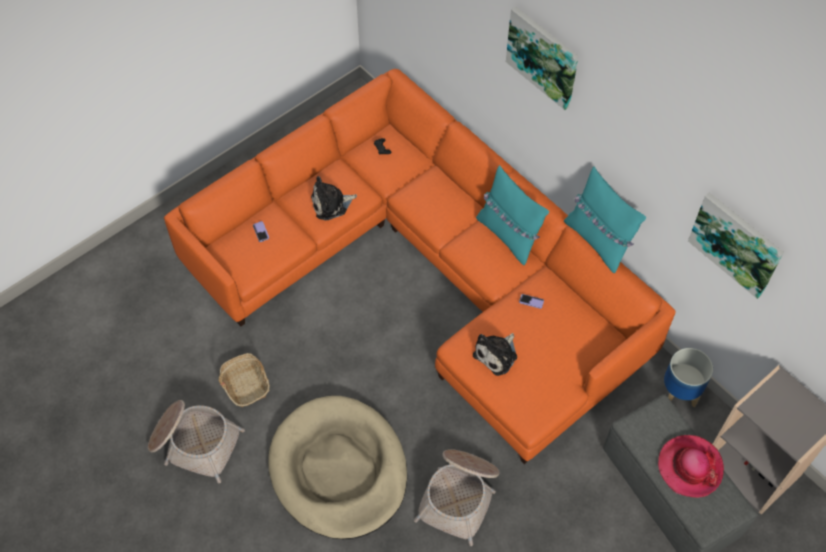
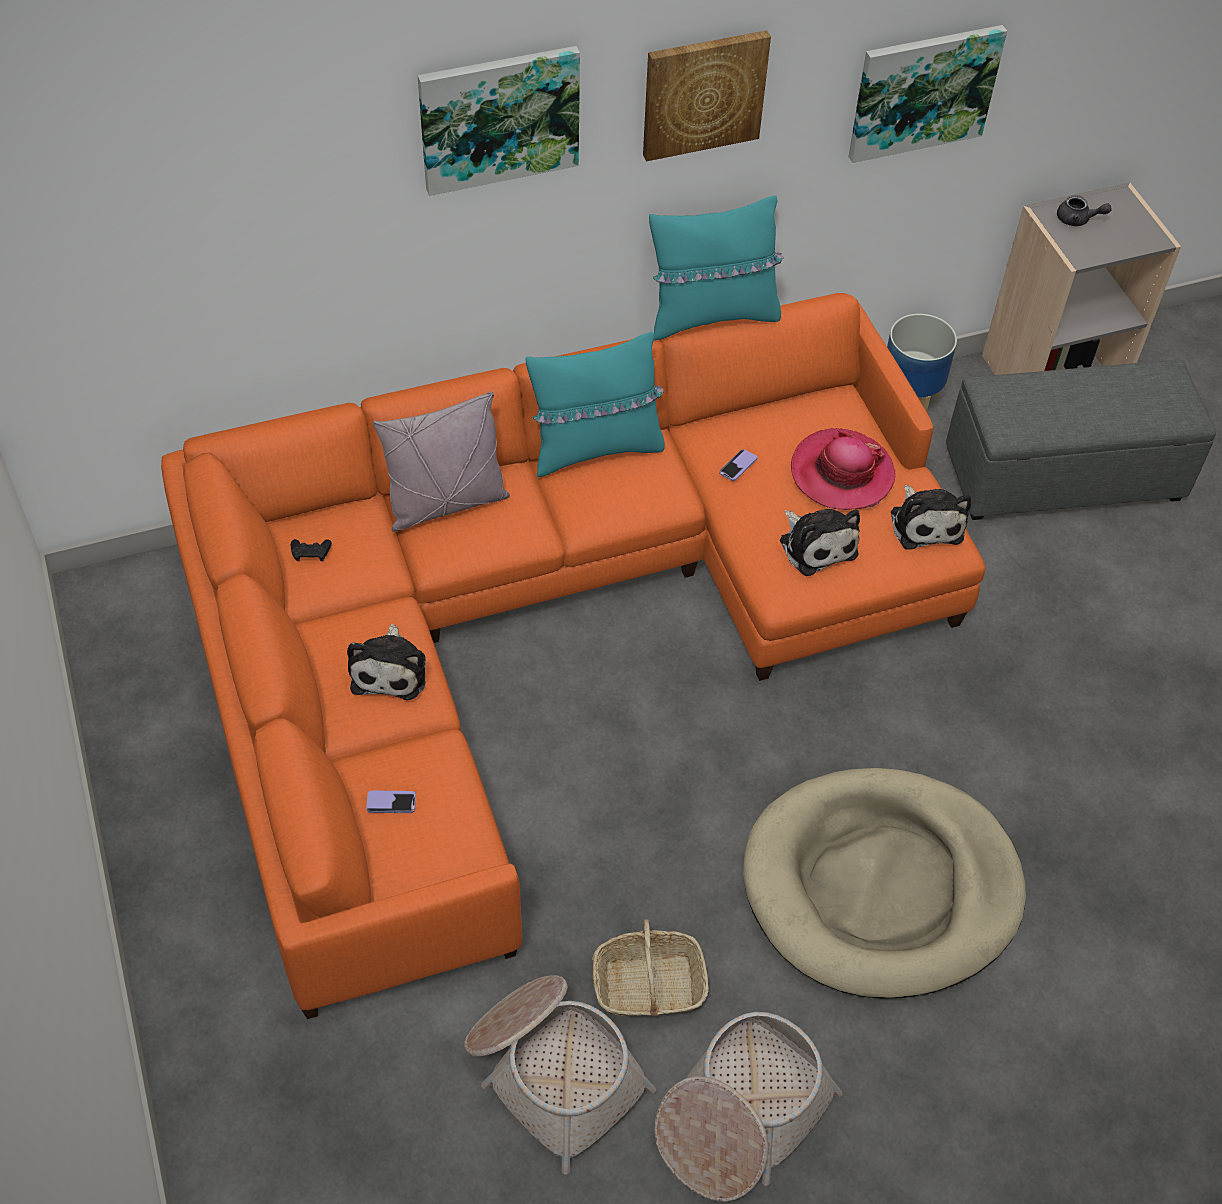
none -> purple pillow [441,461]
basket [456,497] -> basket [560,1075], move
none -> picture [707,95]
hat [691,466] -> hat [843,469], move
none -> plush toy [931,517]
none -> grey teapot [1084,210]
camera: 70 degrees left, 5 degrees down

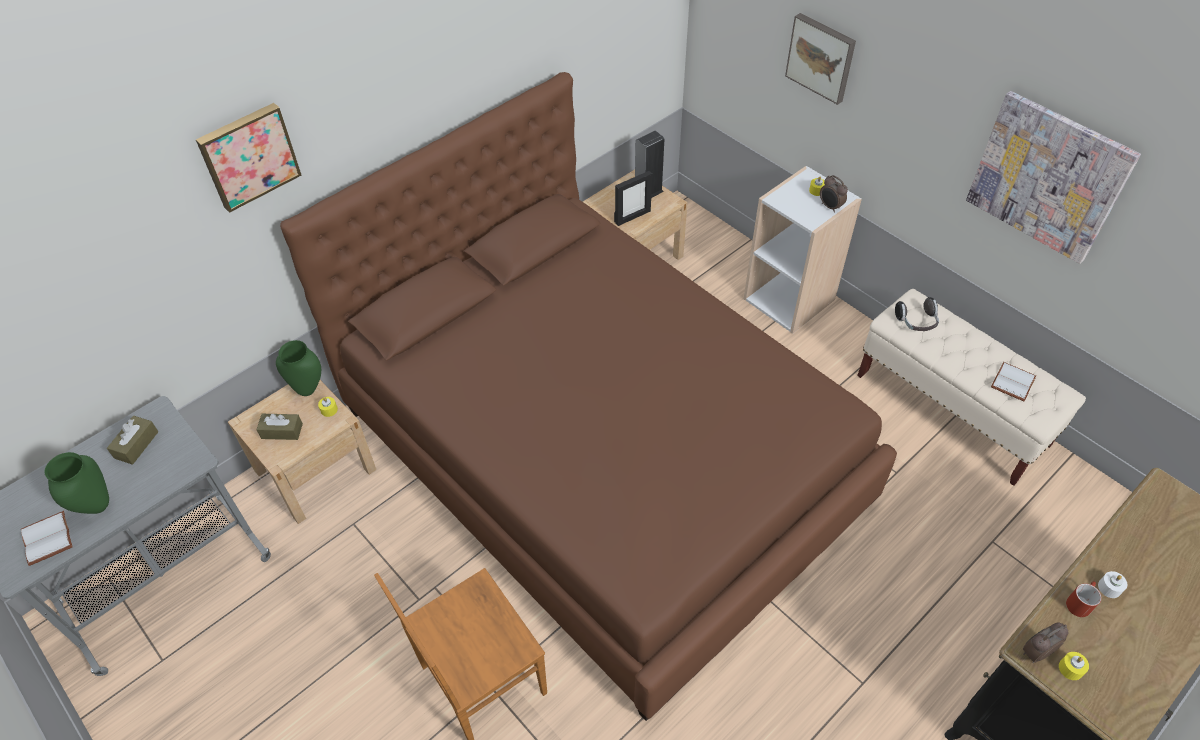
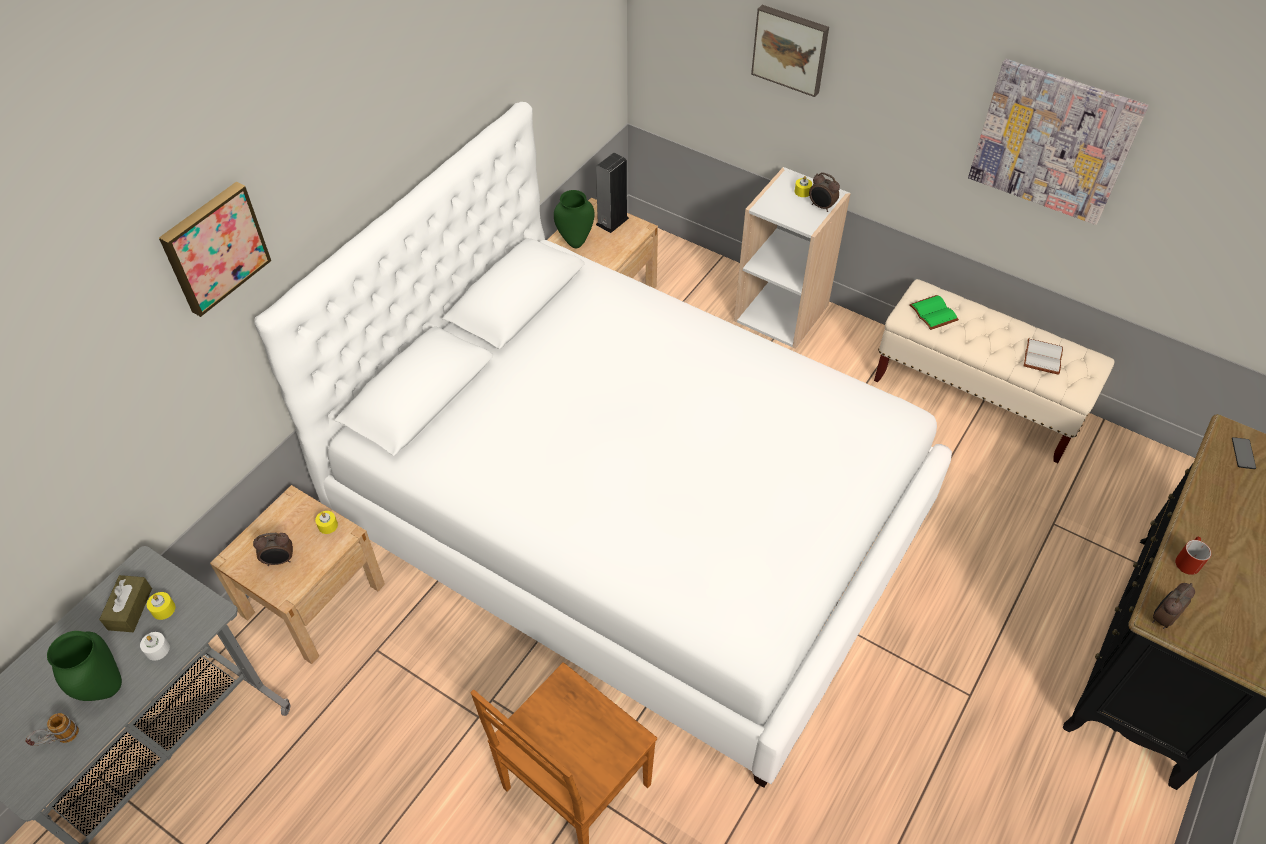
white book [47,538] -> mug [52,729]
white candle [1112,584] -> white candle [155,646], move
yellow candle [1074,666] -> yellow candle [161,606], move
brown tissue box [279,427] -> alarm clock [273,549]
brown bed [588,396] -> white bed [603,445]
green vase [298,368] -> green vase [574,219], move
headphones [917,314] -> green book [934,312]
none -> phone [1244,453]
picture frame [633,198] -> none
camera: 15 degrees left, 0 degrees up

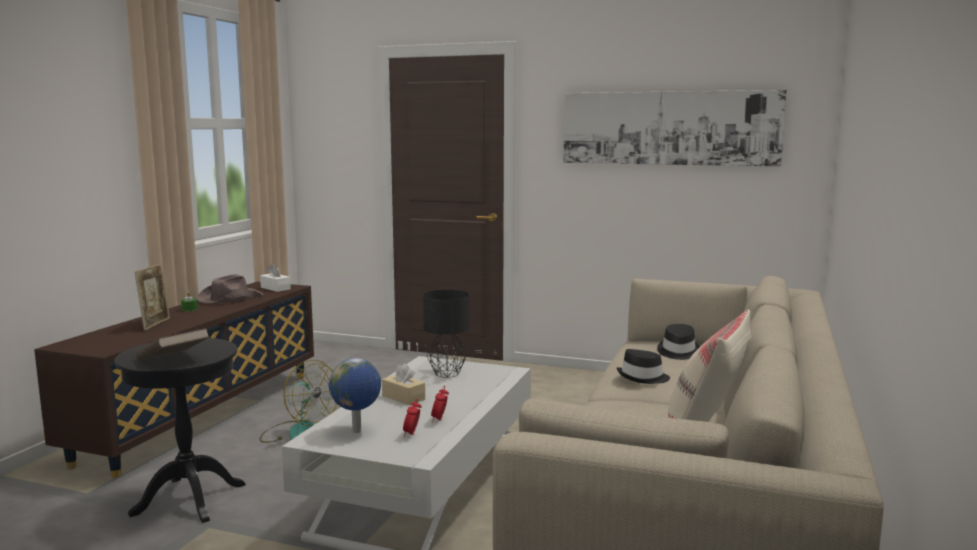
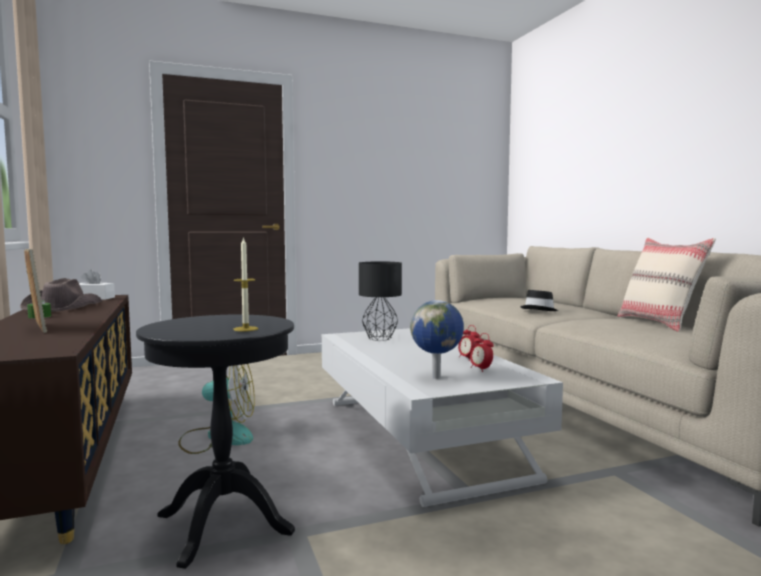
brown book [173,344] -> candle [245,284]
beige tissue box [403,384] -> none
picture [675,128] -> none
black hat [678,342] -> none
camera: 40 degrees left, 5 degrees down

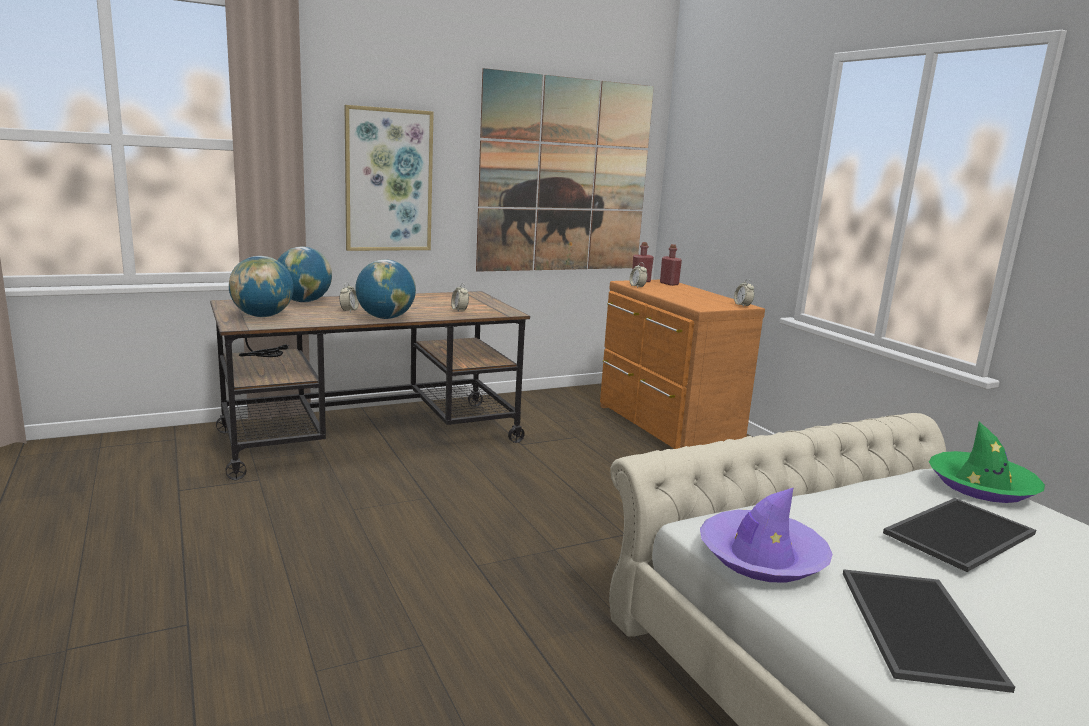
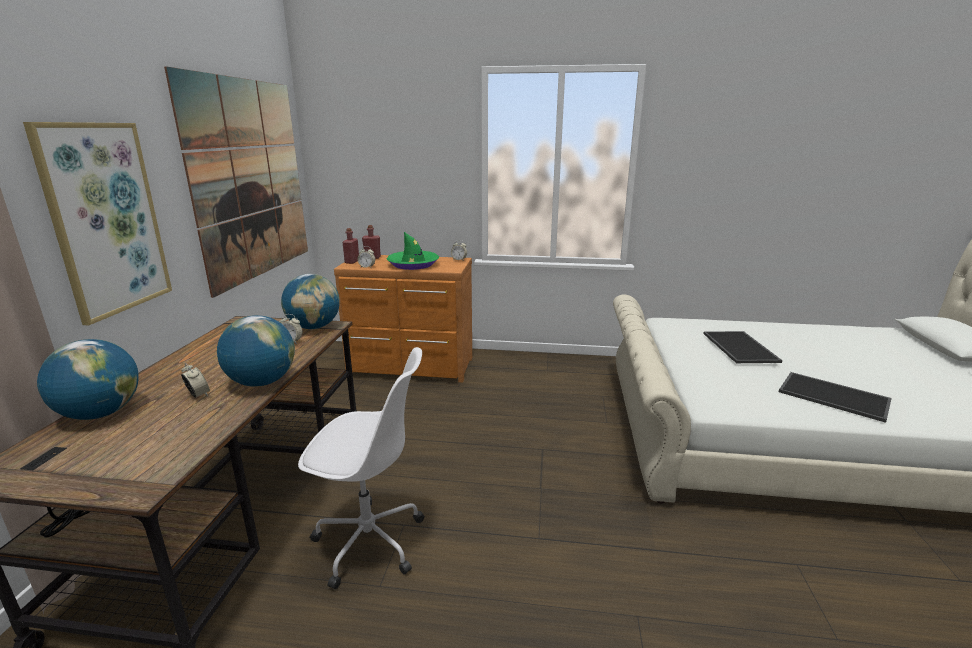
globe [261,286] -> globe [310,301], move
none -> white office chair [361,468]
green hat [987,462] -> green hat [413,251], move
purple hat [766,535] -> none
camera: 55 degrees left, 5 degrees up

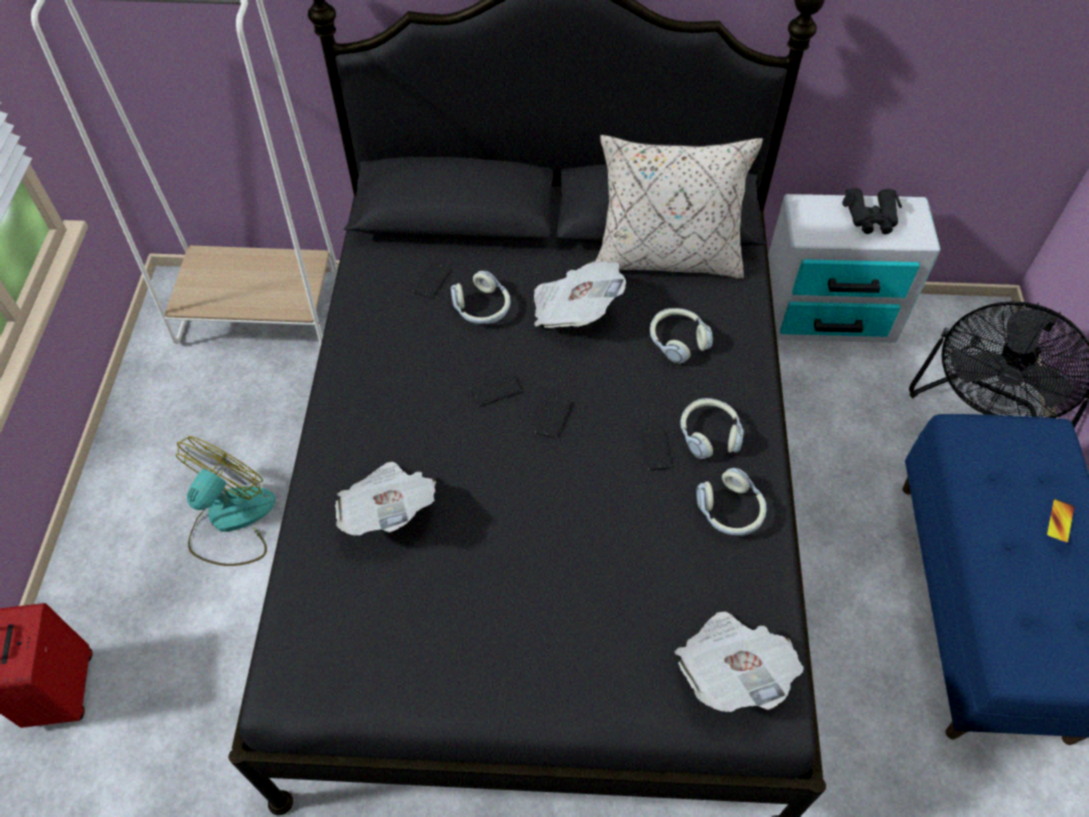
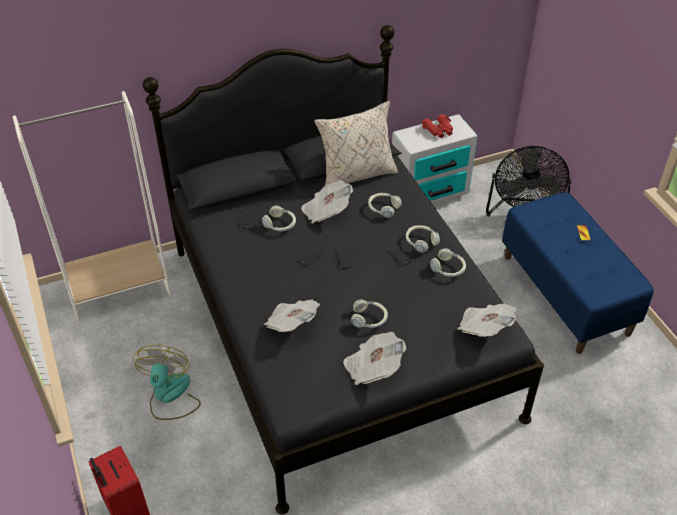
none -> newspaper [374,358]
none -> headphones [369,313]
black binoculars [872,211] -> red binoculars [437,126]
camera: 25 degrees left, 10 degrees down

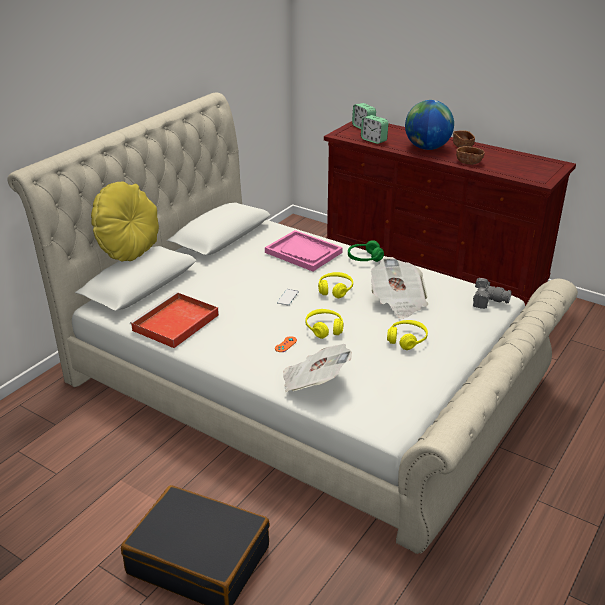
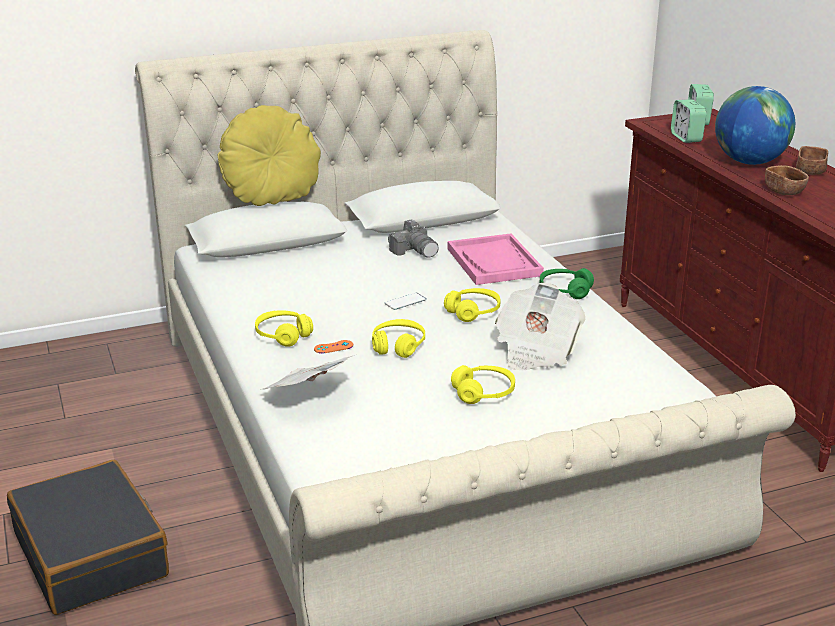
none -> yellow headphones [284,328]
photo camera [492,293] -> photo camera [413,239], move
red tray [174,320] -> none
camera: 35 degrees right, 5 degrees down

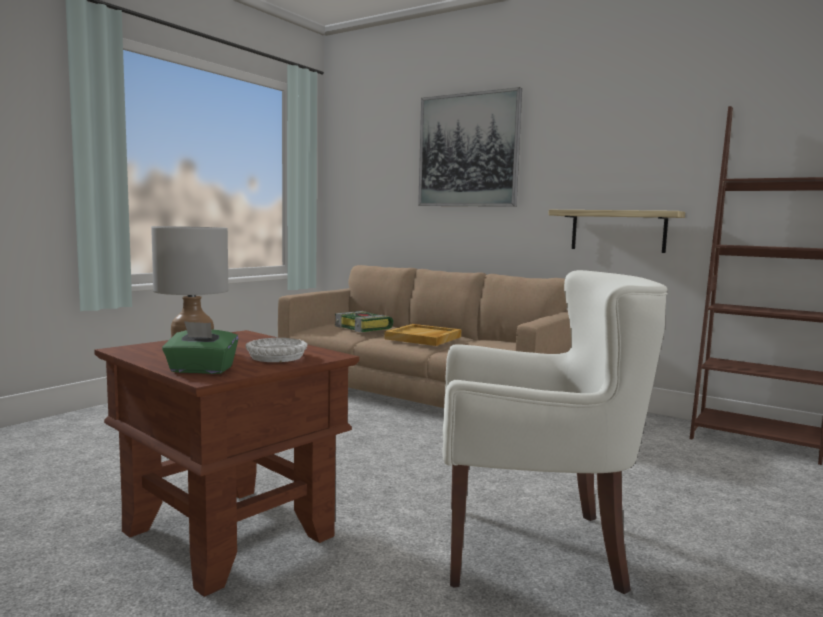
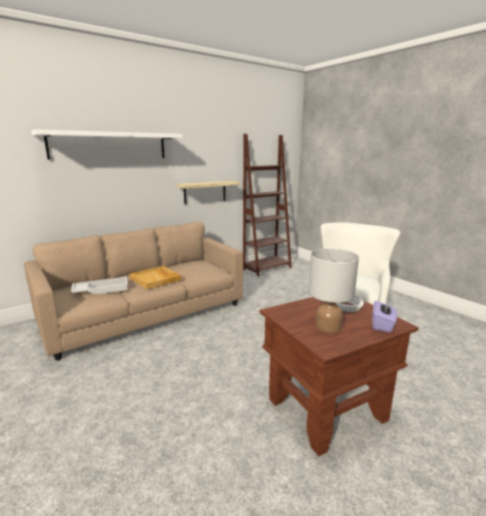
picture [470,147] -> white shelf [106,144]
book [364,322] -> white tray [99,286]
green tissue box [200,347] -> purple tissue box [384,316]
camera: 70 degrees left, 10 degrees up

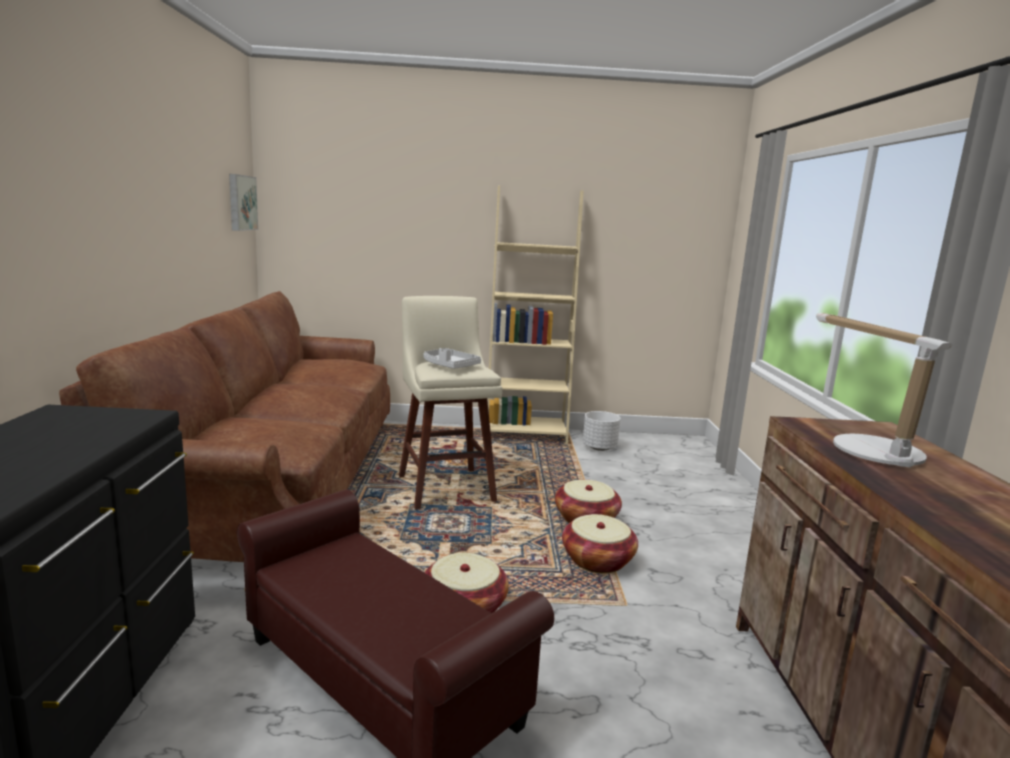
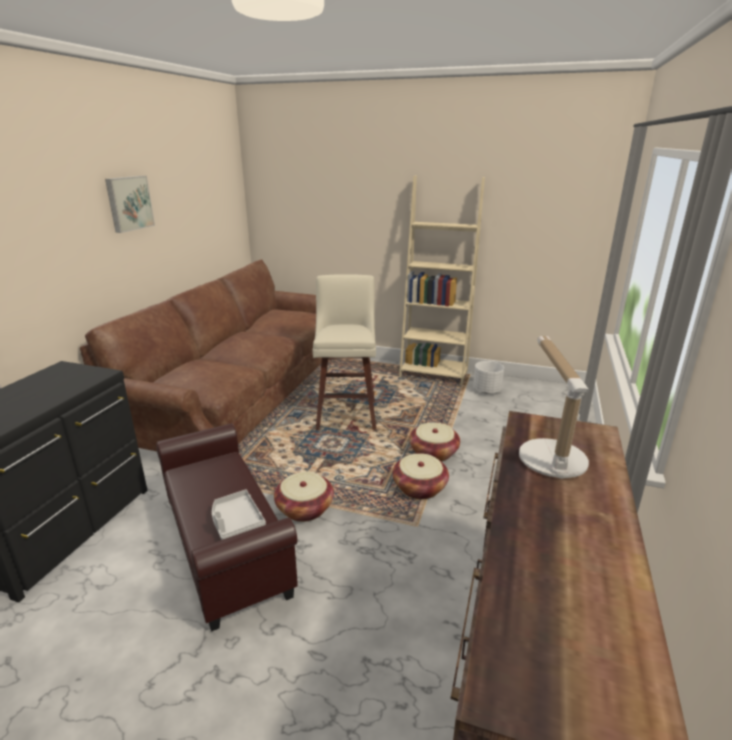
picture [243,202] -> picture [130,204], move
grey tray [452,358] -> grey tray [239,515], move
camera: 20 degrees right, 10 degrees up

